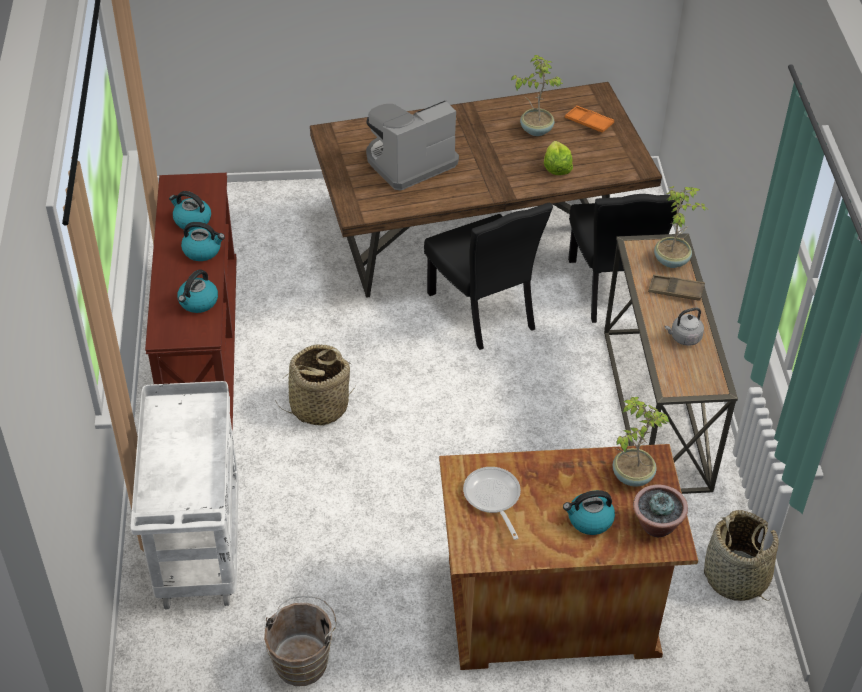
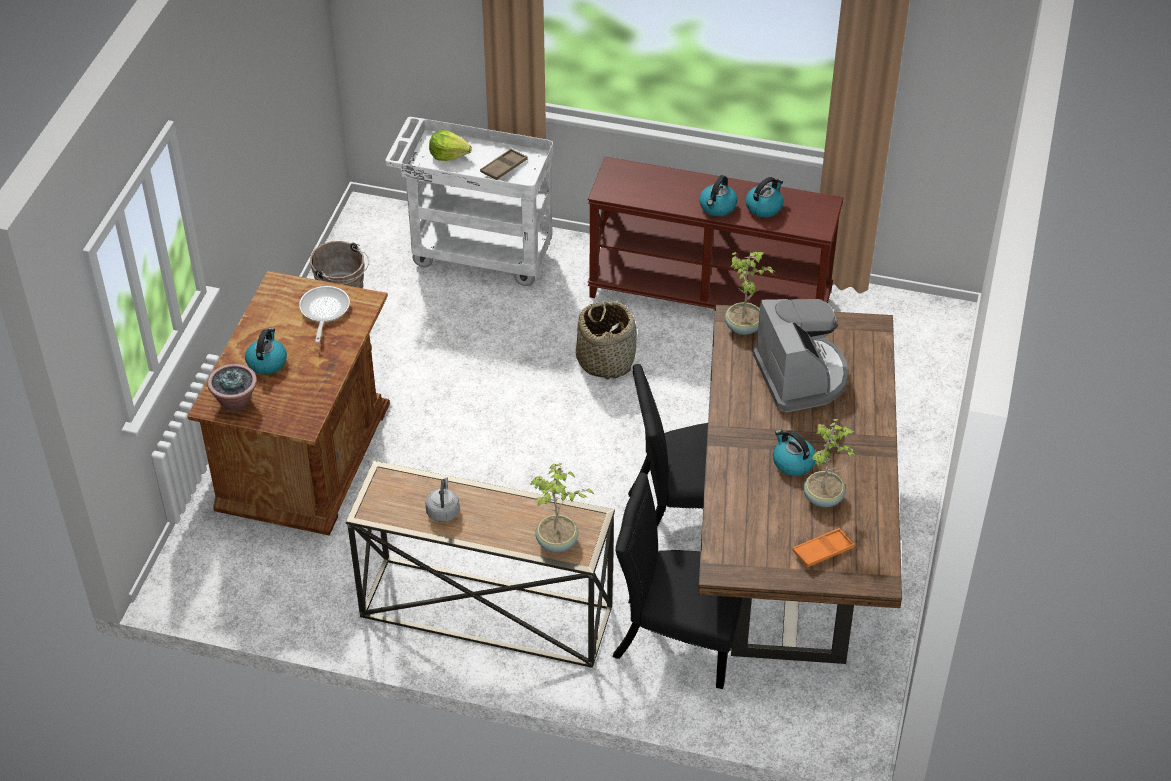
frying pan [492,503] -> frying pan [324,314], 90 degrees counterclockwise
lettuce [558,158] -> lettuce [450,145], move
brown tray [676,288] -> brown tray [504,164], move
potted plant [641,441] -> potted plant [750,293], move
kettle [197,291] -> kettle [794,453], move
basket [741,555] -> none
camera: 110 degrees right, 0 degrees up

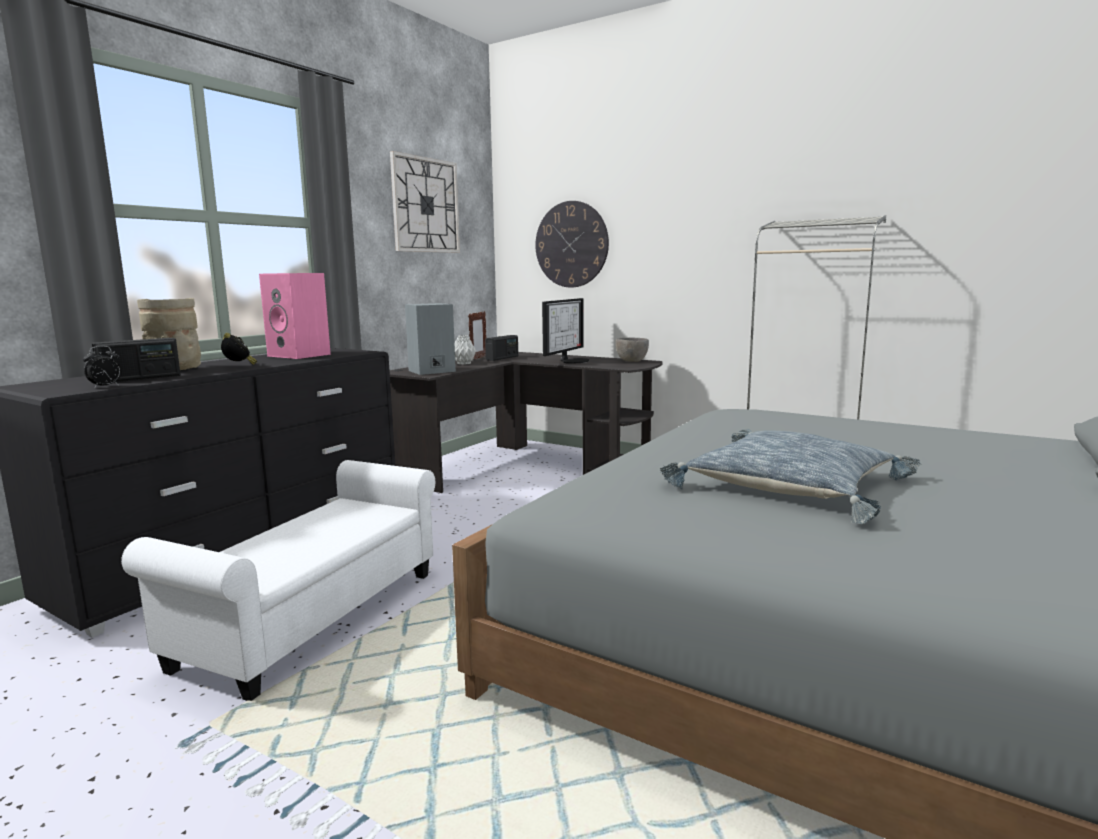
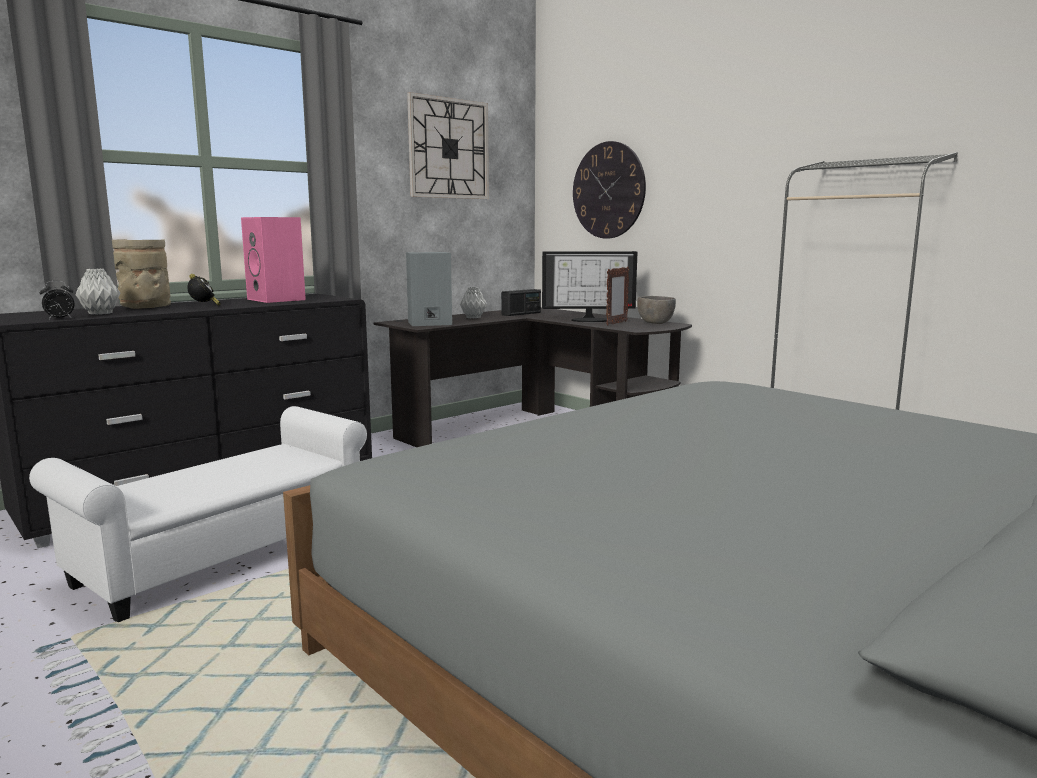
radio [136,360] -> grey vase [98,292]
monitor [565,331] -> monitor [589,286], 45 degrees clockwise
picture frame [477,335] -> picture frame [617,296], move
pillow [790,476] -> none
camera: 15 degrees right, 0 degrees up

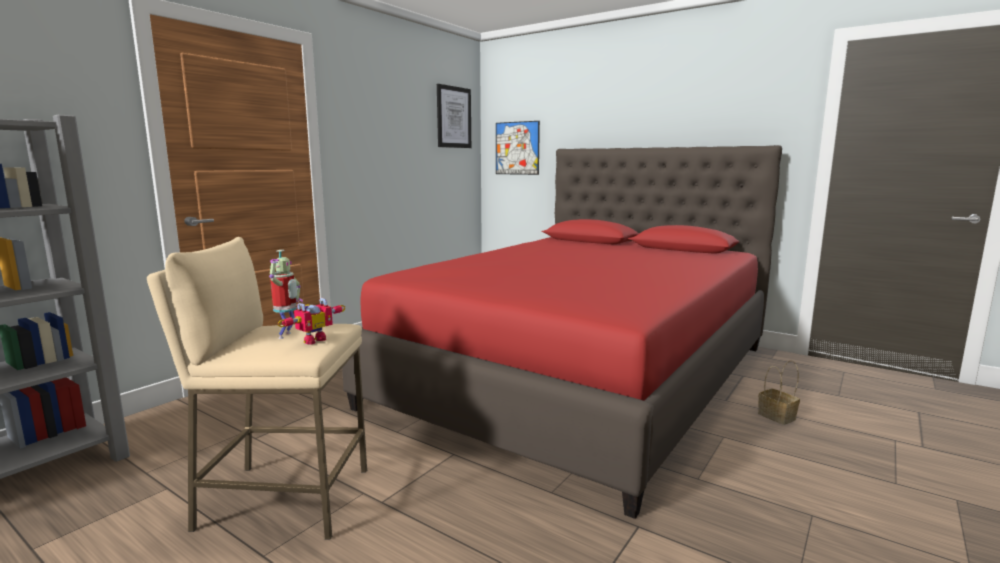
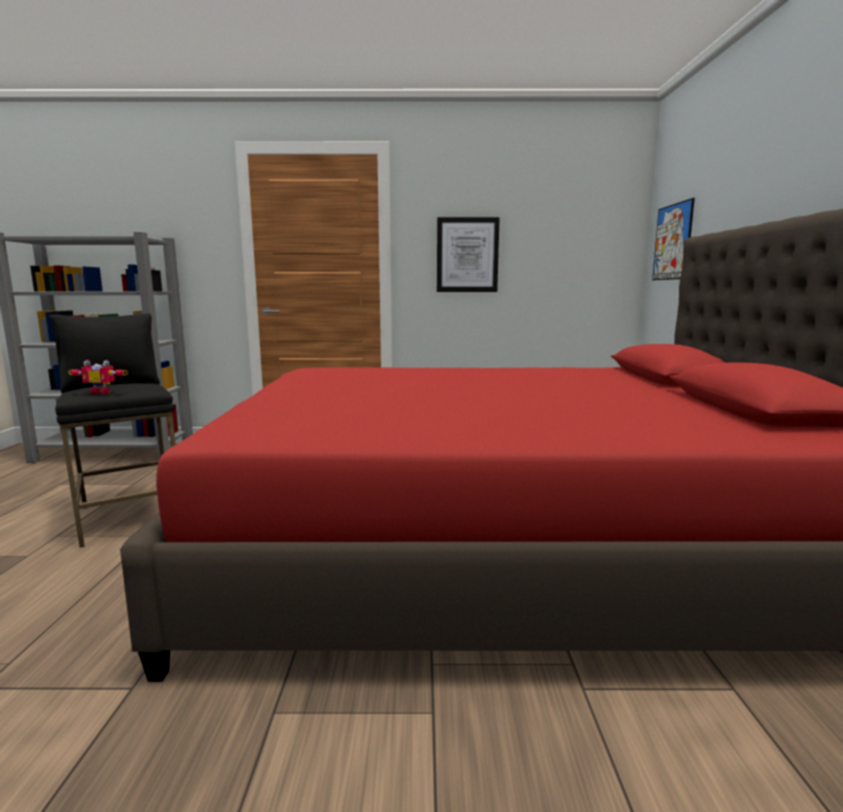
beige stool [257,388] -> black stool [112,430]
picture [454,116] -> picture [468,254], move
toy robot [286,294] -> none
basket [779,392] -> none
camera: 55 degrees right, 0 degrees up

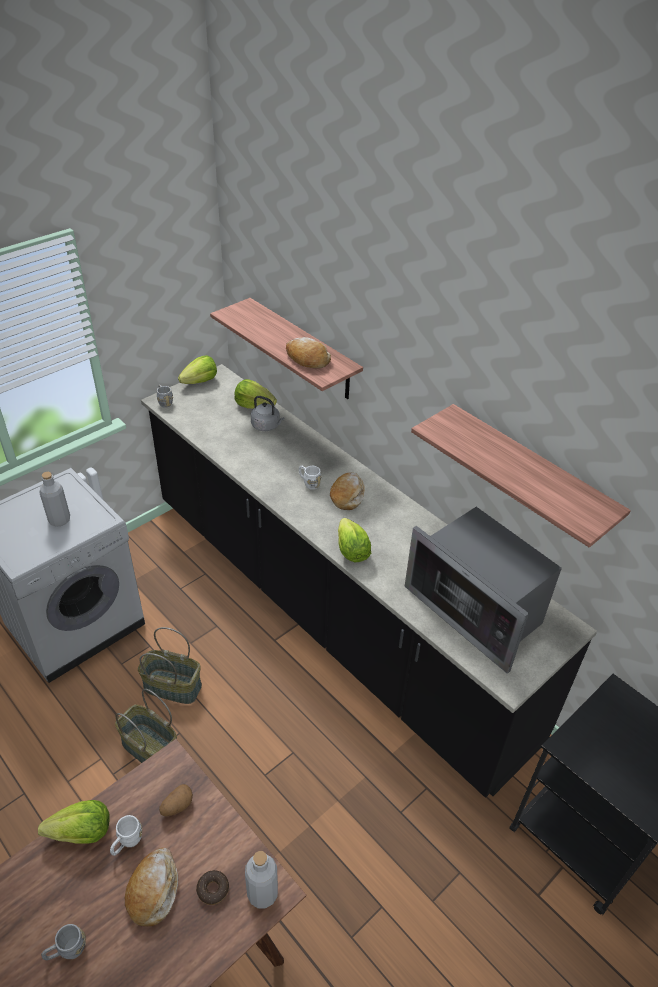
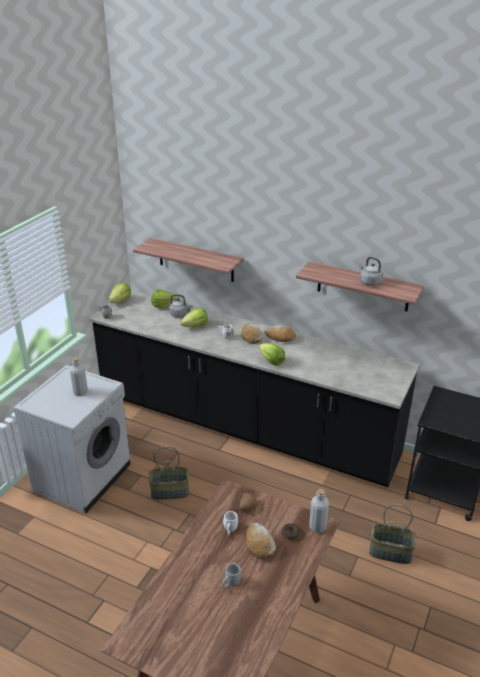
lettuce [74,822] -> lettuce [194,317], move
bread [308,352] -> bread [280,333], move
none -> grey kettle [371,271]
basket [146,726] -> basket [393,534], move
microwave [483,590] -> none
camera: 20 degrees left, 10 degrees down

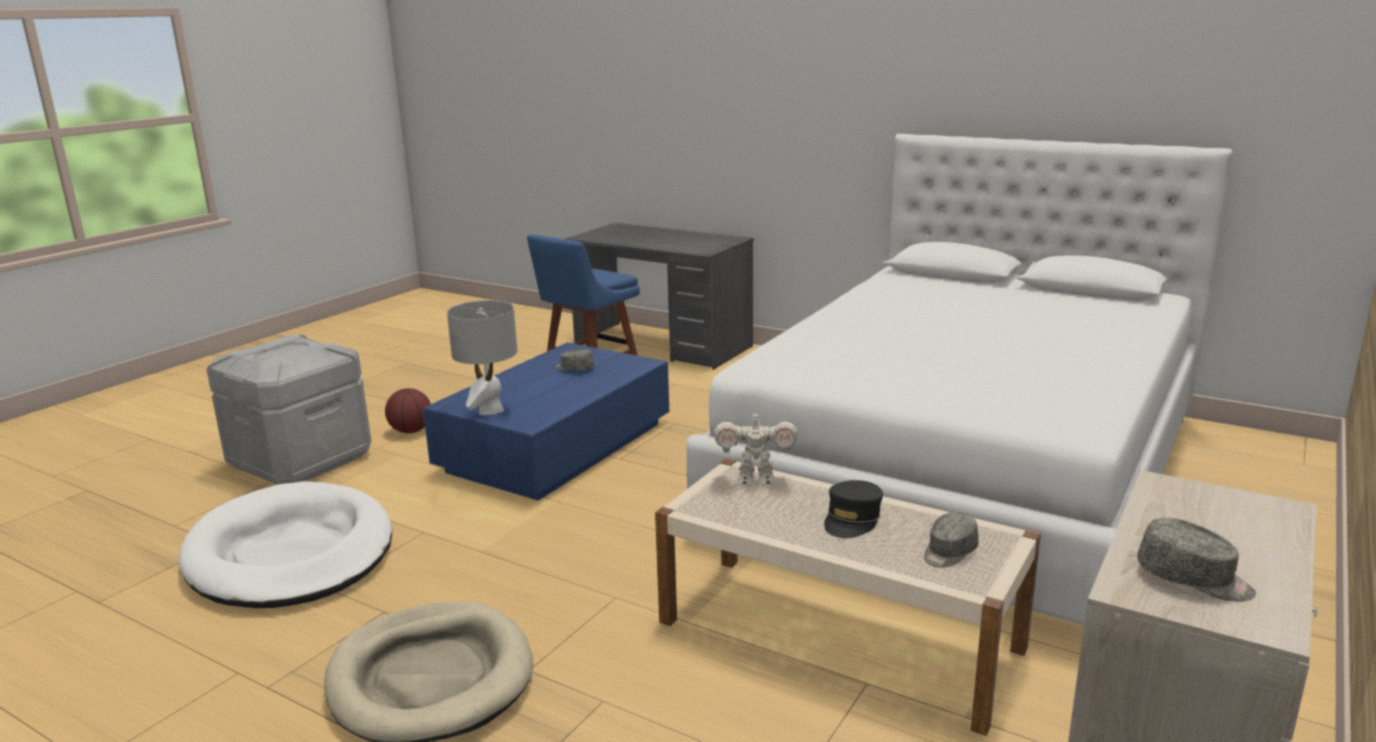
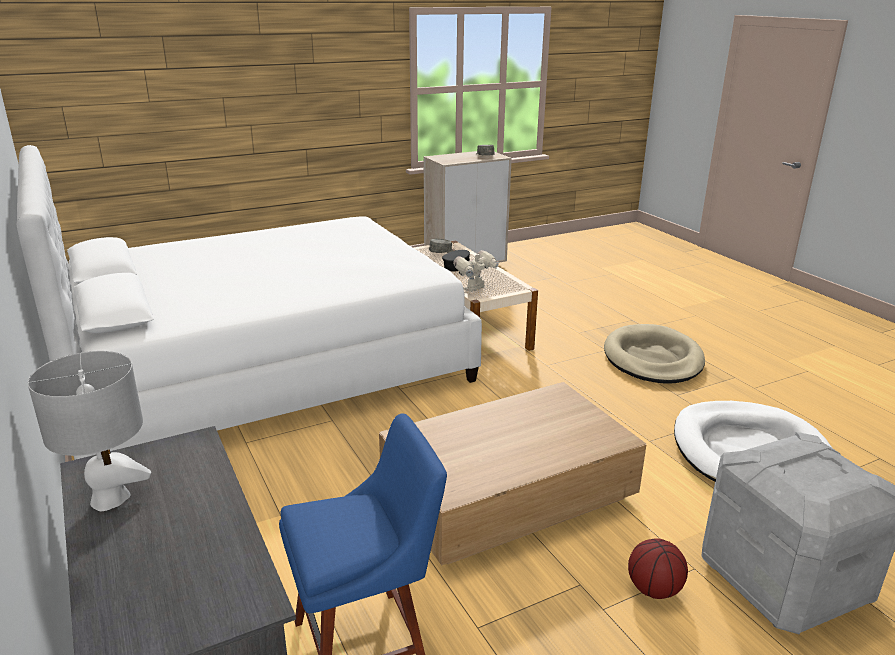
grey table lamp [482,357] -> grey table lamp [89,431], move
blue coffee table [546,422] -> brown coffee table [512,474]
toy robot [755,447] -> toy robot [476,271], 75 degrees counterclockwise
grey cap [574,360] -> none
camera: 150 degrees left, 5 degrees up

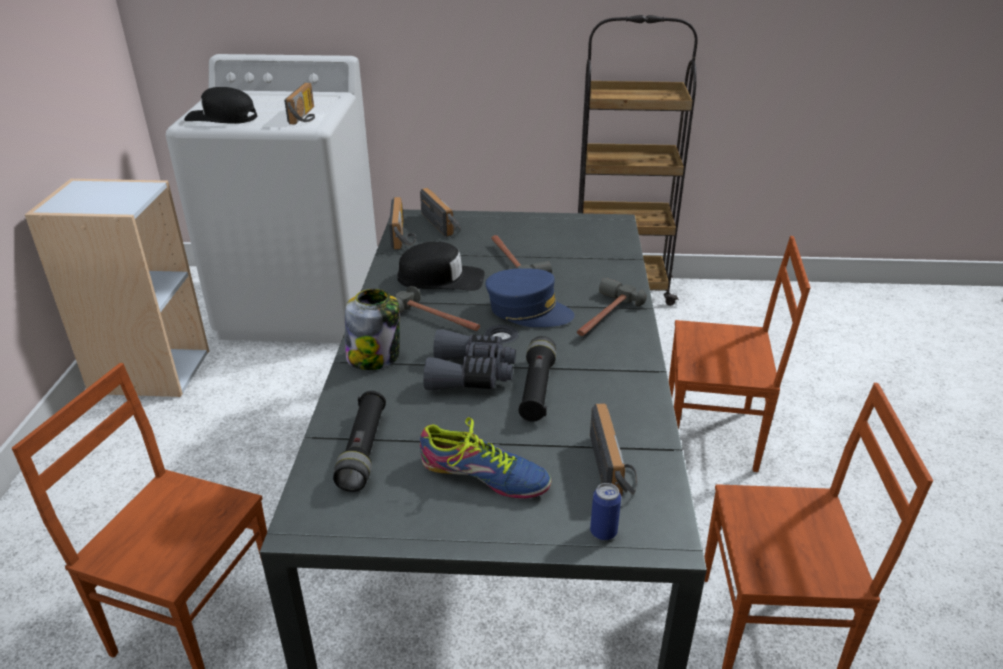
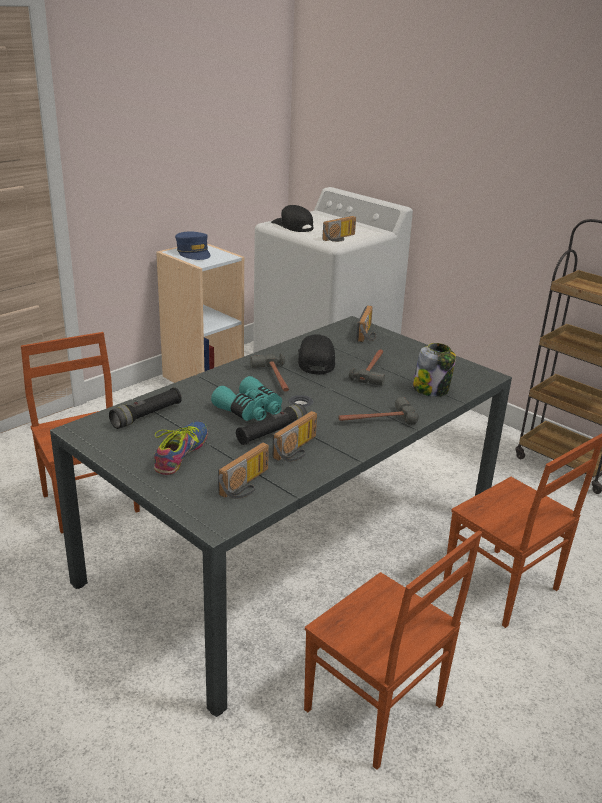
shoe [485,457] -> shoe [181,448], 135 degrees counterclockwise
blue cap [530,297] -> blue cap [192,246], move
grey binoculars [469,359] -> turquoise binoculars [246,398]
radio [402,223] -> radio [294,436], move
black cap [441,266] -> black cap [316,354], 135 degrees counterclockwise
jar [372,329] -> jar [434,370], move
can [605,512] -> none
camera: 40 degrees right, 5 degrees down

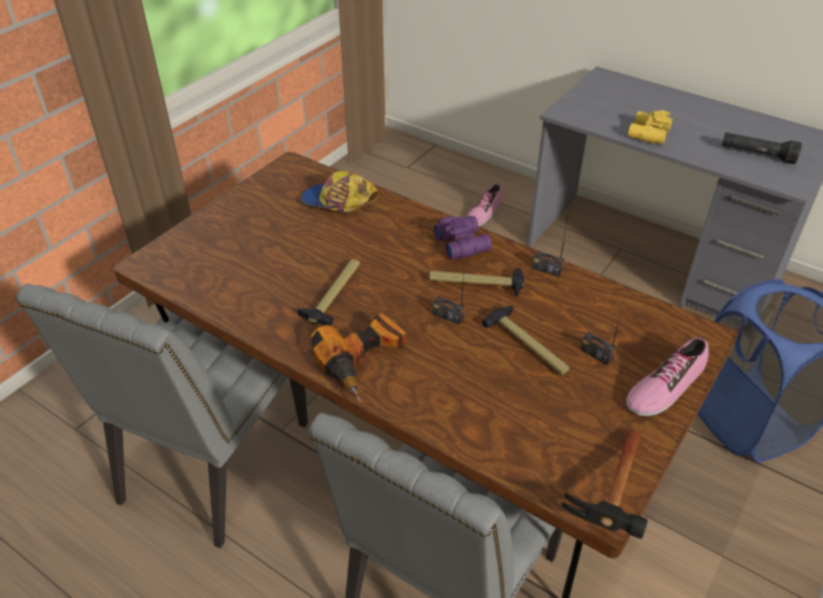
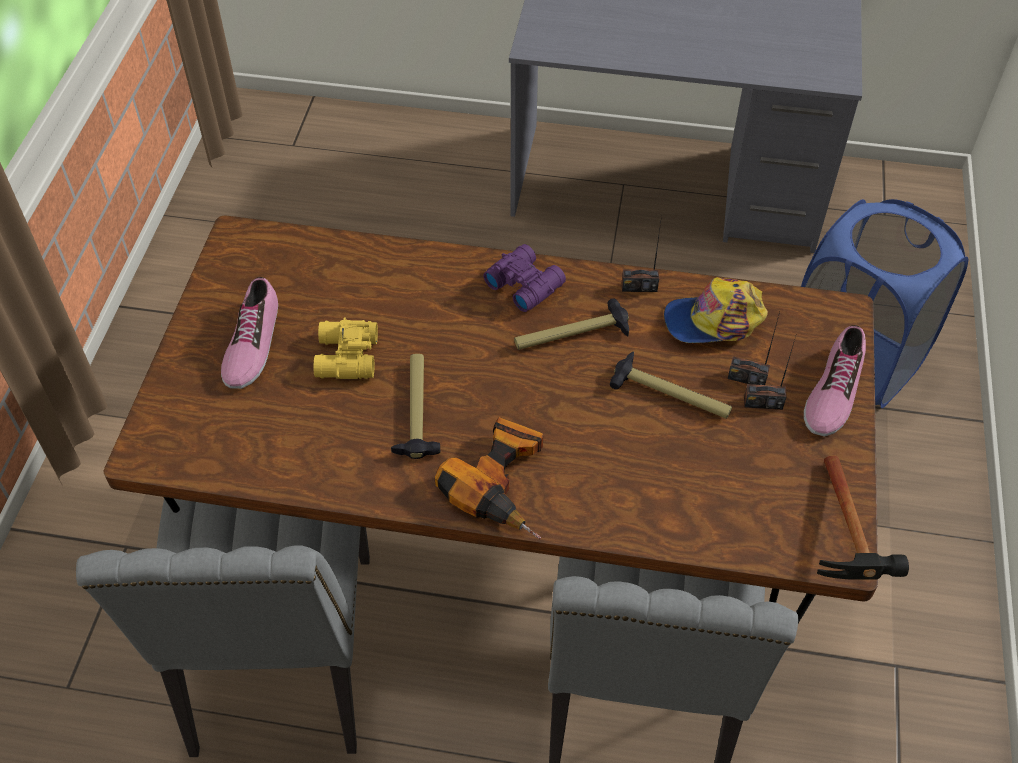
shoe [484,205] -> shoe [249,333], move
yellow binoculars [650,127] -> yellow binoculars [346,348], move
cap [340,191] -> cap [716,310], move
radio [449,289] -> radio [770,373], move
black flashlight [762,148] -> none
camera: 25 degrees left, 10 degrees up

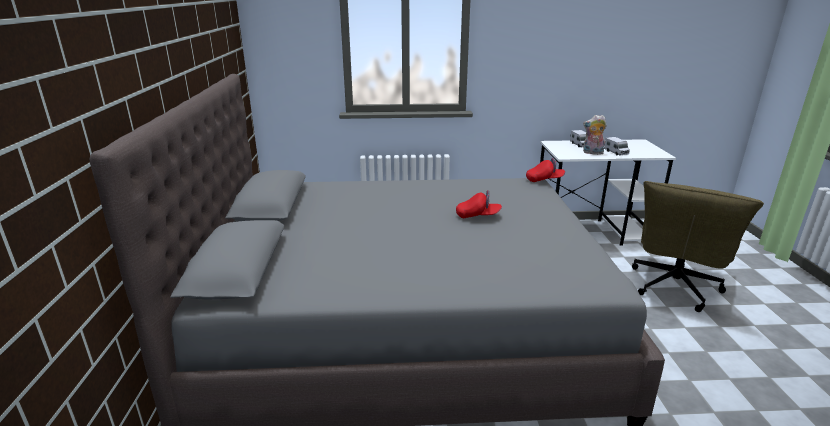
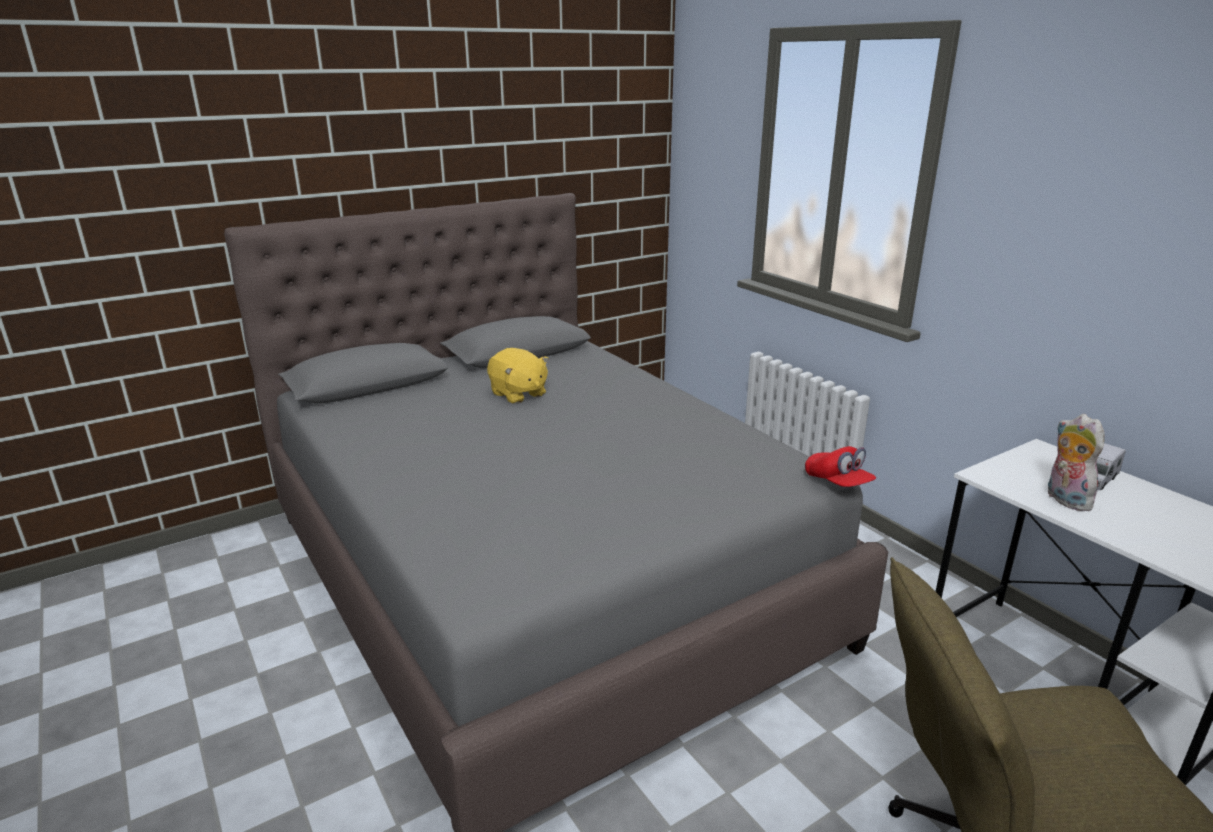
none -> yellow plush toy [518,376]
red cap [479,204] -> none
toy truck [617,146] -> none
camera: 60 degrees right, 0 degrees up

